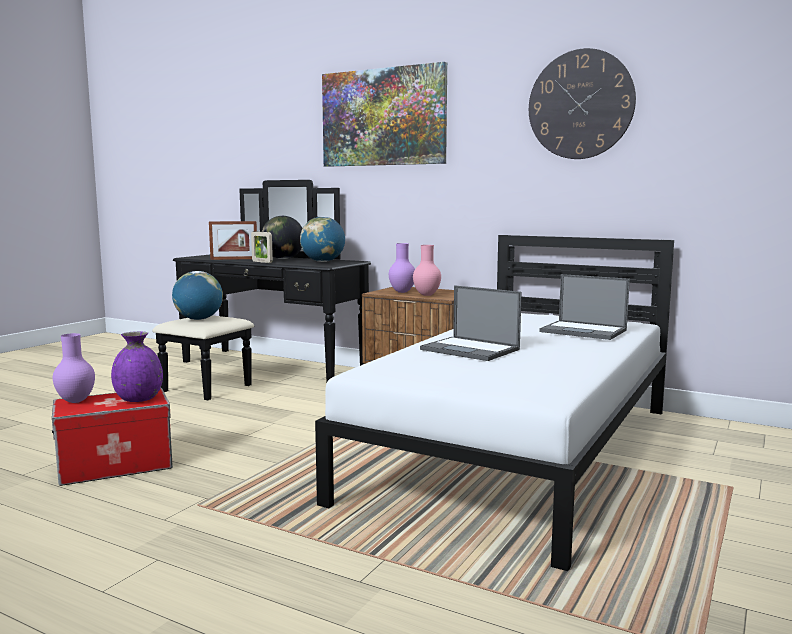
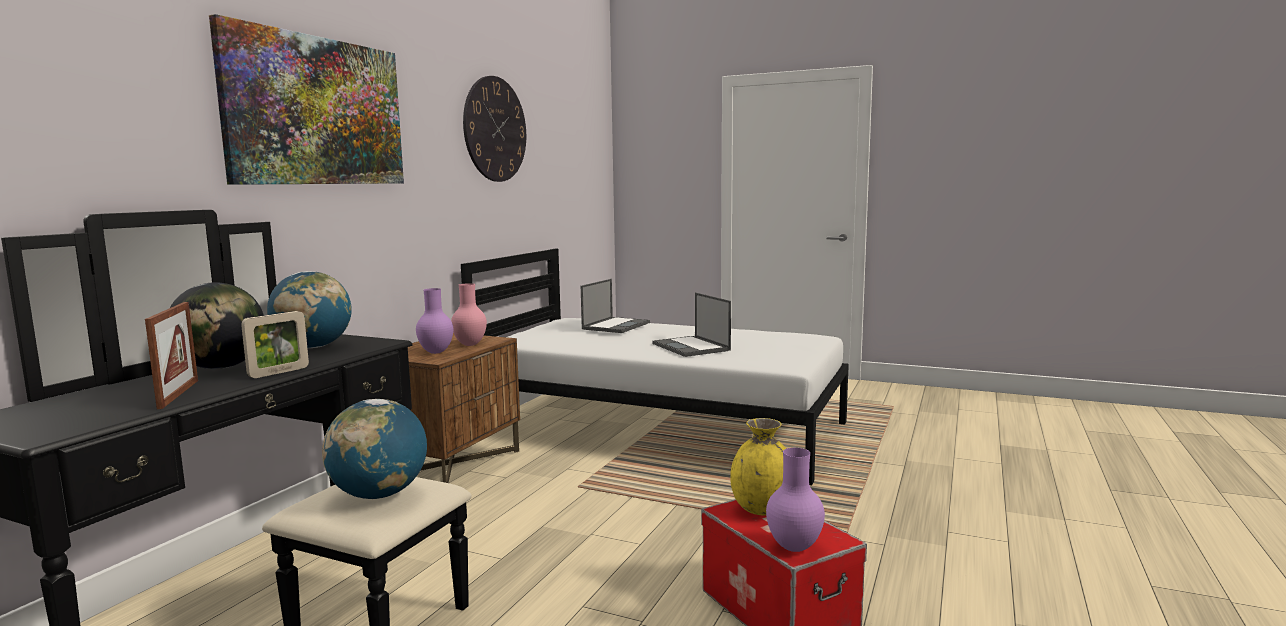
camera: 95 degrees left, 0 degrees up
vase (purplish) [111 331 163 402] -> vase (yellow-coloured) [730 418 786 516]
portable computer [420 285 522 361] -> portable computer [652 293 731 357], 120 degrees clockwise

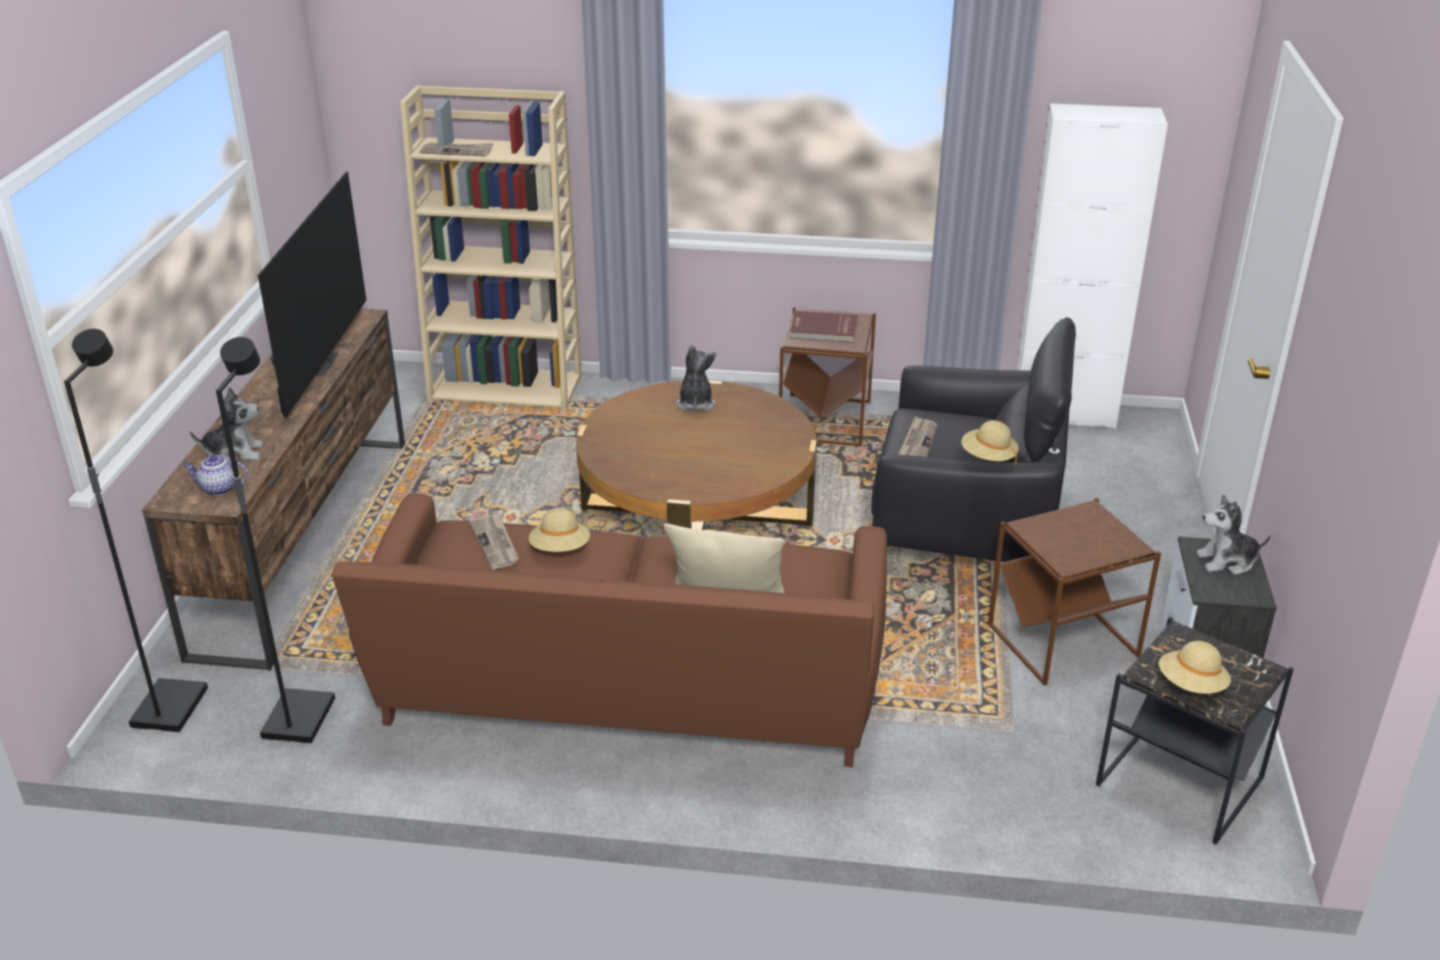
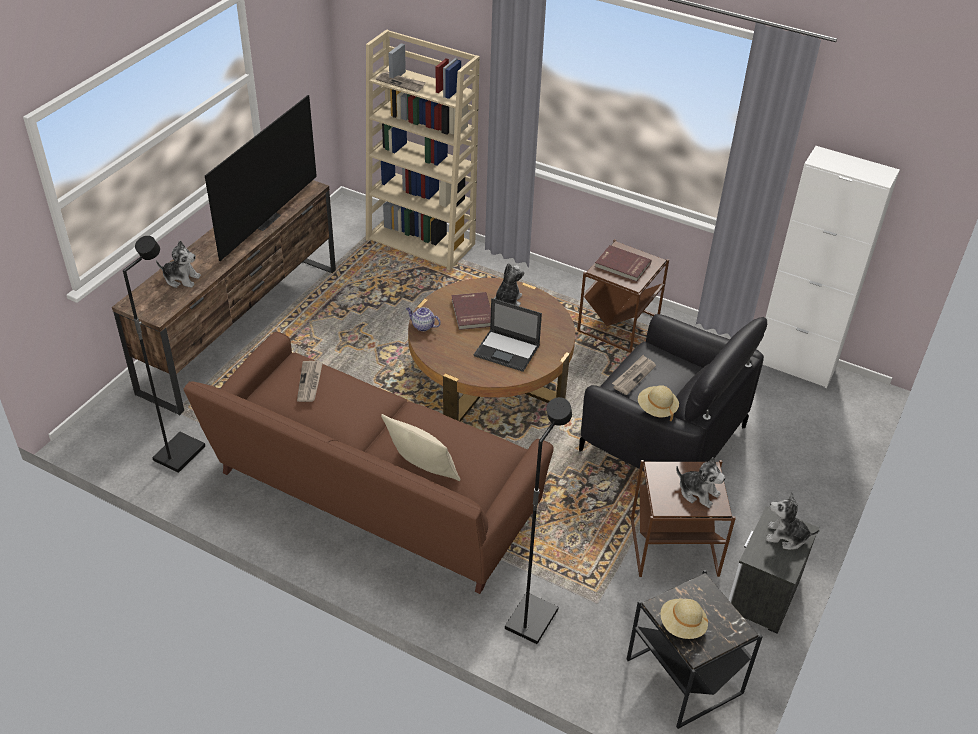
camera: 20 degrees right, 10 degrees up
wearable hat (sand-coloured) [529 508 590 552] -> none
none -> volume (red) [451 292 491 330]
none -> portable computer [474 298 542 372]
none -> cuddly toy [676 457 725 508]
floor lamp (black-coloured) [64 329 208 732] -> floor lamp (black-coloured) [505 397 572 644], relocated
tea pot [183 455 249 495] -> tea pot [406 307 441 331], relocated

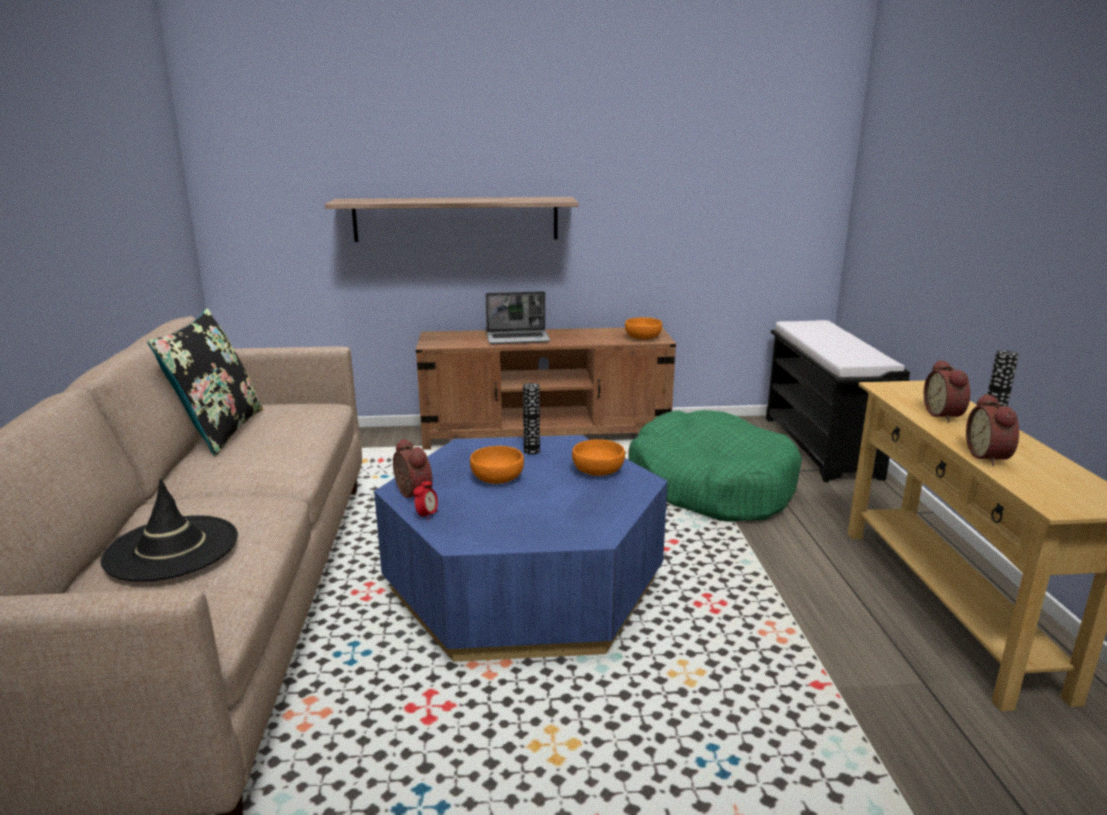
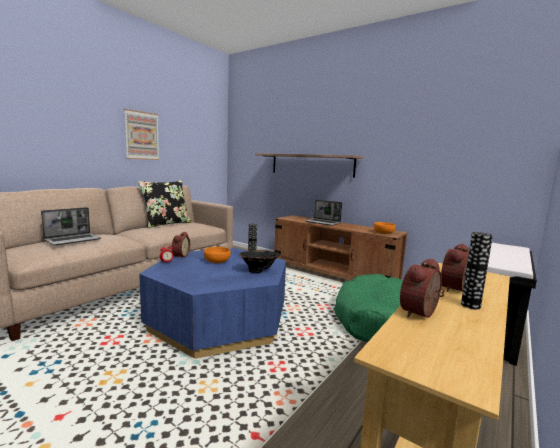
camera: 40 degrees right, 10 degrees down
none -> picture [124 109 160 160]
wearable hat (black-coloured) [101 478 238 582] -> portable computer [41 207 101 246]
deep dish (orange) [572 439 625 476] -> vase (black-coloured) [239 250 280 273]

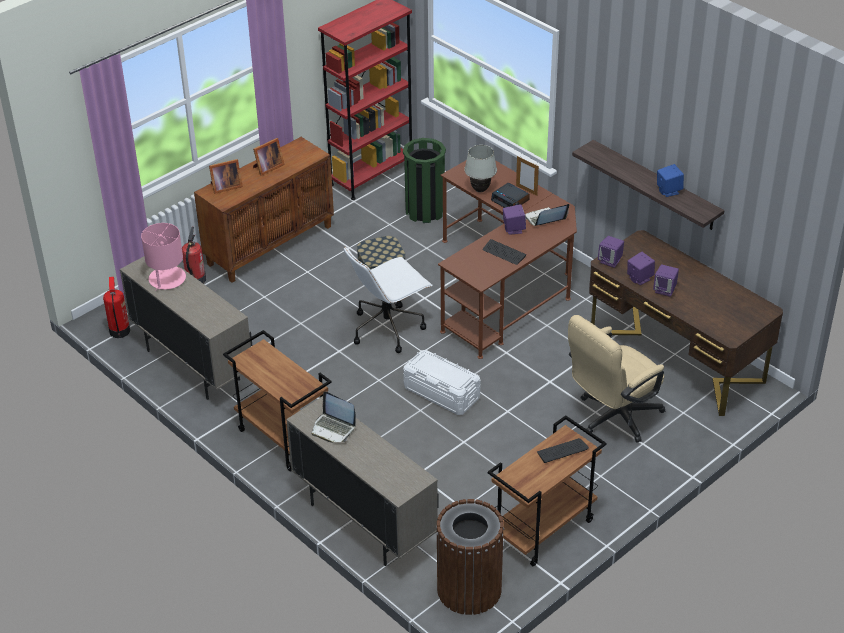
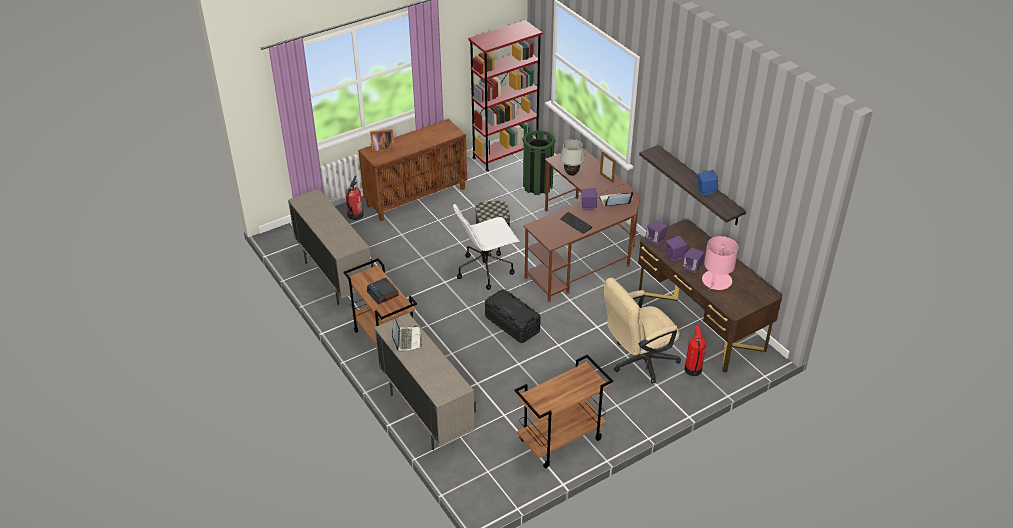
camera: 10 degrees right, 0 degrees up
standing frame [253 138 285 176] -> none
rubbish bin (brown-coloured) [436 499 504 615] -> none
keyboard [537 438 589 463] -> none
fire-fighting cylinder [103 277 130 338] -> fire-fighting cylinder [685 326 706 376], relocated
table lamp (pinkish) [141 223 186 291] -> table lamp (pinkish) [702 236 738 290], relocated
bedside clock [491 183 530 208] -> bedside clock [367 278 399 305], relocated
storage box (whitish) [403 350 480 415] -> storage box (black-coloured) [485 290 541 343]
portable computer [312 391 355 443] -> portable computer [392 317 422 351], 135 degrees counterclockwise

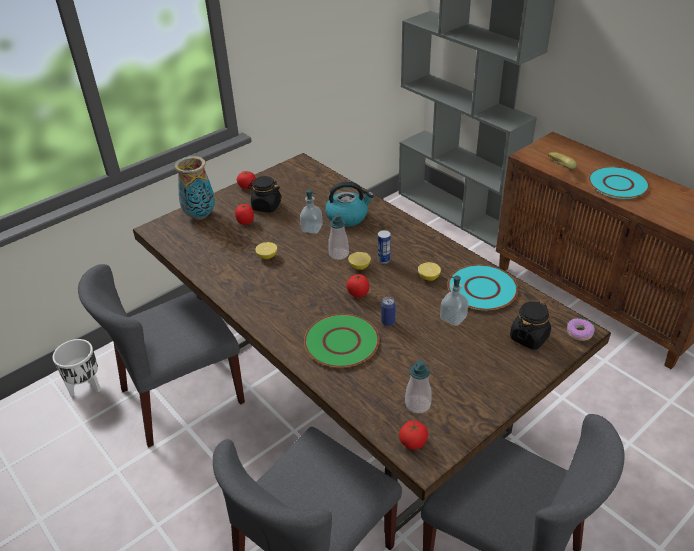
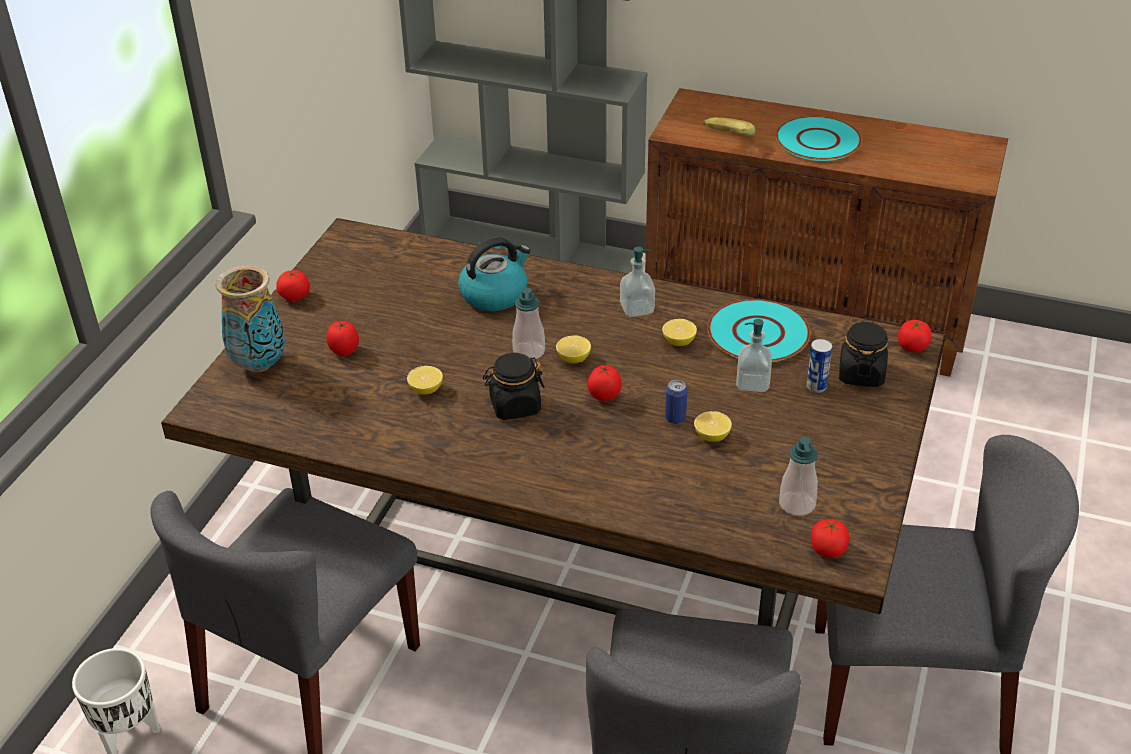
camera: 30 degrees left, 0 degrees up
dinner plate (green) [304 314 379 368] -> none
none -> citrus fruit [694 411 732 442]
storage jar (black-coloured) [248 176 282 212] -> storage jar (black-coloured) [483 353 545 420], relocated
soap dispenser [300 189 323 234] -> soap dispenser [620 247 655 317], relocated
metal can [378 230 391 264] -> metal can [806 339 832 393], relocated
ring doughnut [567 318 595 341] -> tomato [898 320 931 352]

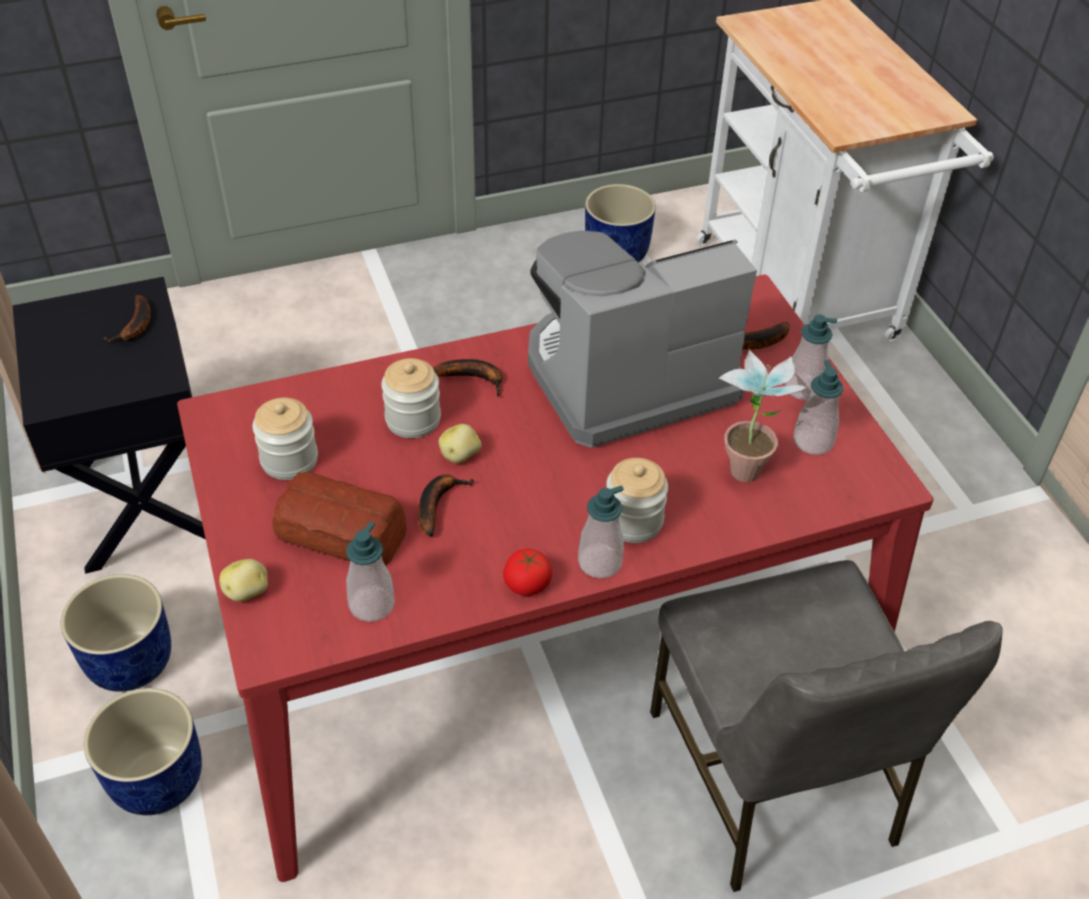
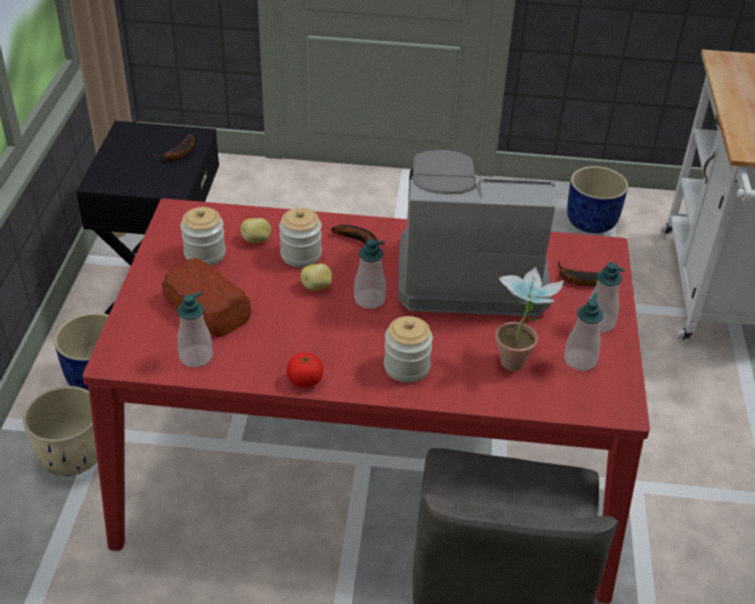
camera: 25 degrees right, 5 degrees down
whole banana [418 474 475 536] -> none
whole potato [219 559 268 602] -> whole potato [240 218 271 243], relocated
soap dispenser [578 486 624 578] -> soap dispenser [354 239 386 309], relocated
planter (blue) [84 688 202 815] -> planter (sand-coloured) [23 386 97 476]

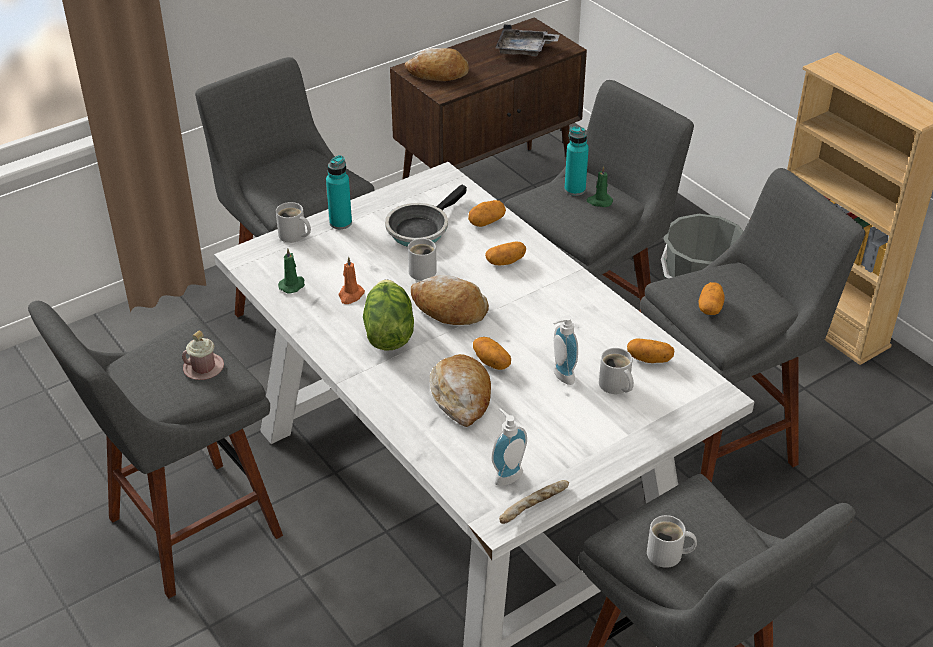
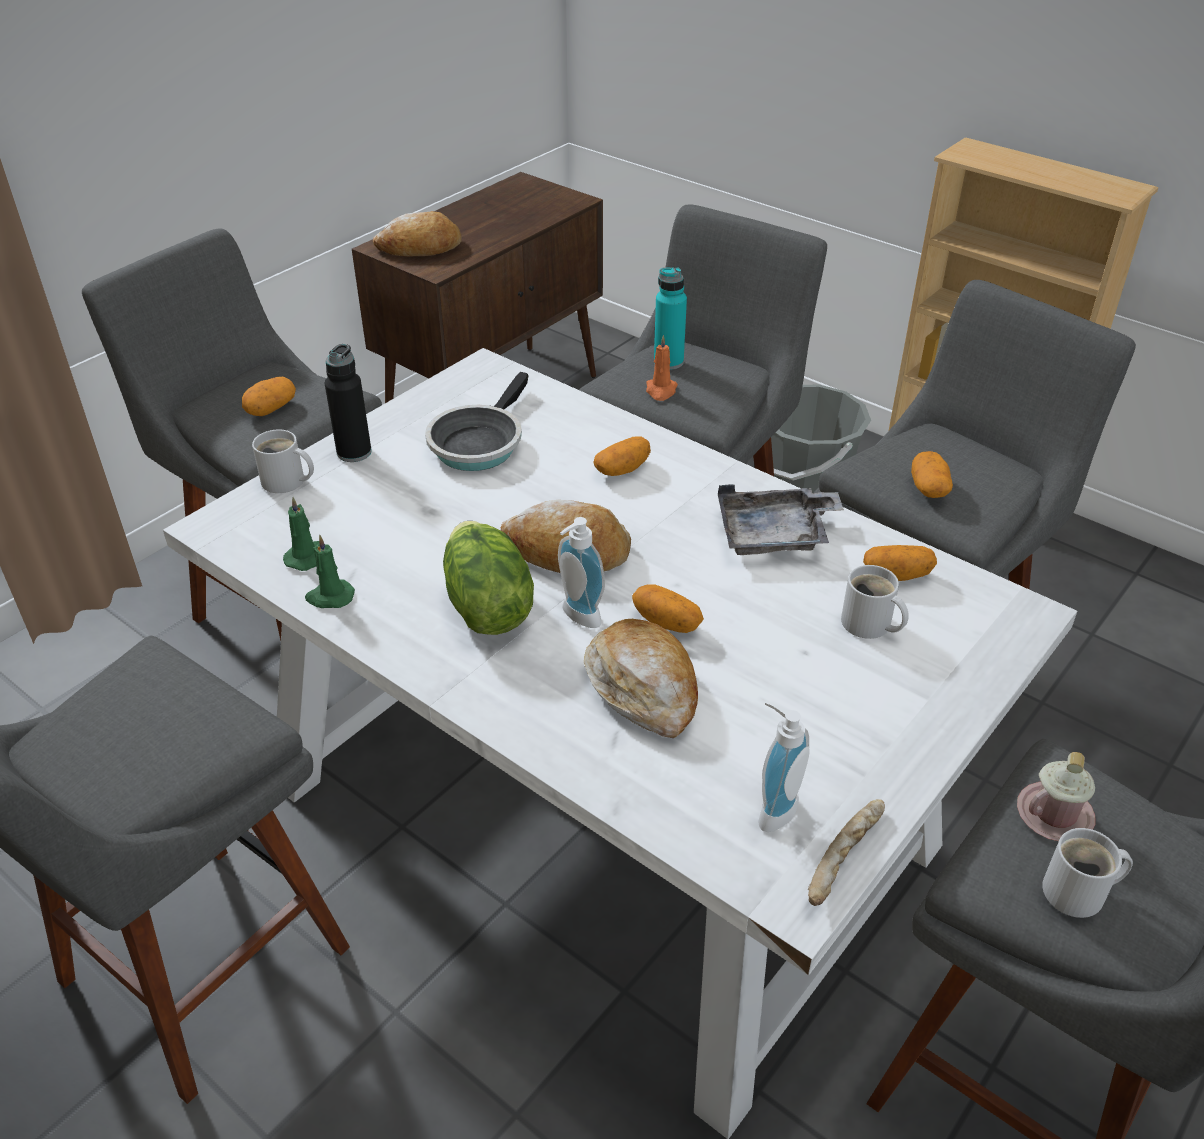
camera: 15 degrees left, 0 degrees up
tea mug (whitish) [408 238 437 280] -> none
tea mug (pinkish) [182 331 224 380] -> tea mug (pinkish) [1017 752 1095 841], relocated
wax candle (orange) [339 257 365 304] -> wax candle (orange) [646 335 678 401], relocated
whole potato [468 200 506 227] -> whole potato [242 377 296 416], relocated
tray (gray) [496 24 559 57] -> tray (gray) [718 484 844 555], relocated
soap dispenser [553 315 578 385] -> soap dispenser [558 517 605 628], relocated
wax candle (green) [586 166 613 207] -> wax candle (green) [305 534 355 608], relocated
beverage bottle (turquoise) [326 155 352 229] -> beverage bottle (black-coloured) [325 344 372 462]

